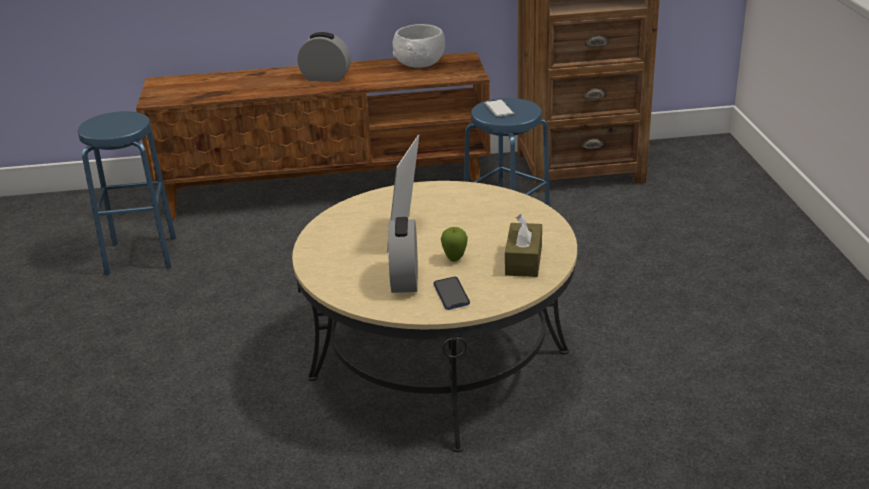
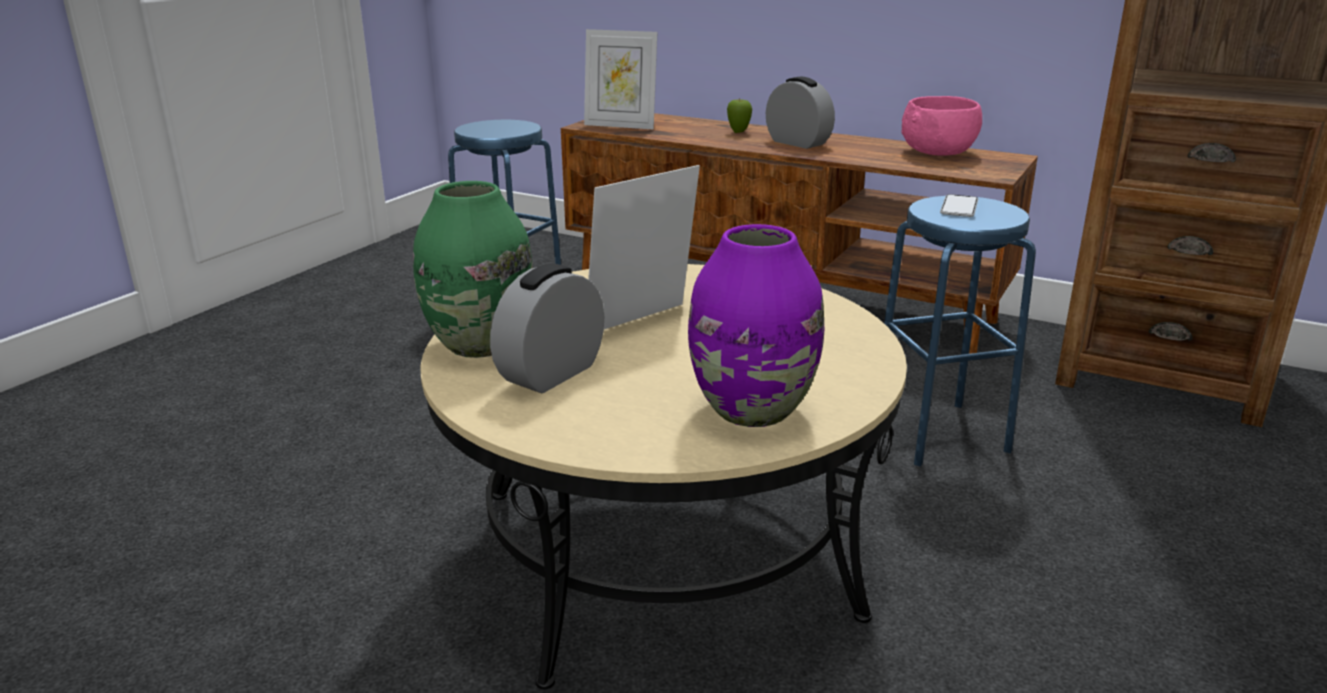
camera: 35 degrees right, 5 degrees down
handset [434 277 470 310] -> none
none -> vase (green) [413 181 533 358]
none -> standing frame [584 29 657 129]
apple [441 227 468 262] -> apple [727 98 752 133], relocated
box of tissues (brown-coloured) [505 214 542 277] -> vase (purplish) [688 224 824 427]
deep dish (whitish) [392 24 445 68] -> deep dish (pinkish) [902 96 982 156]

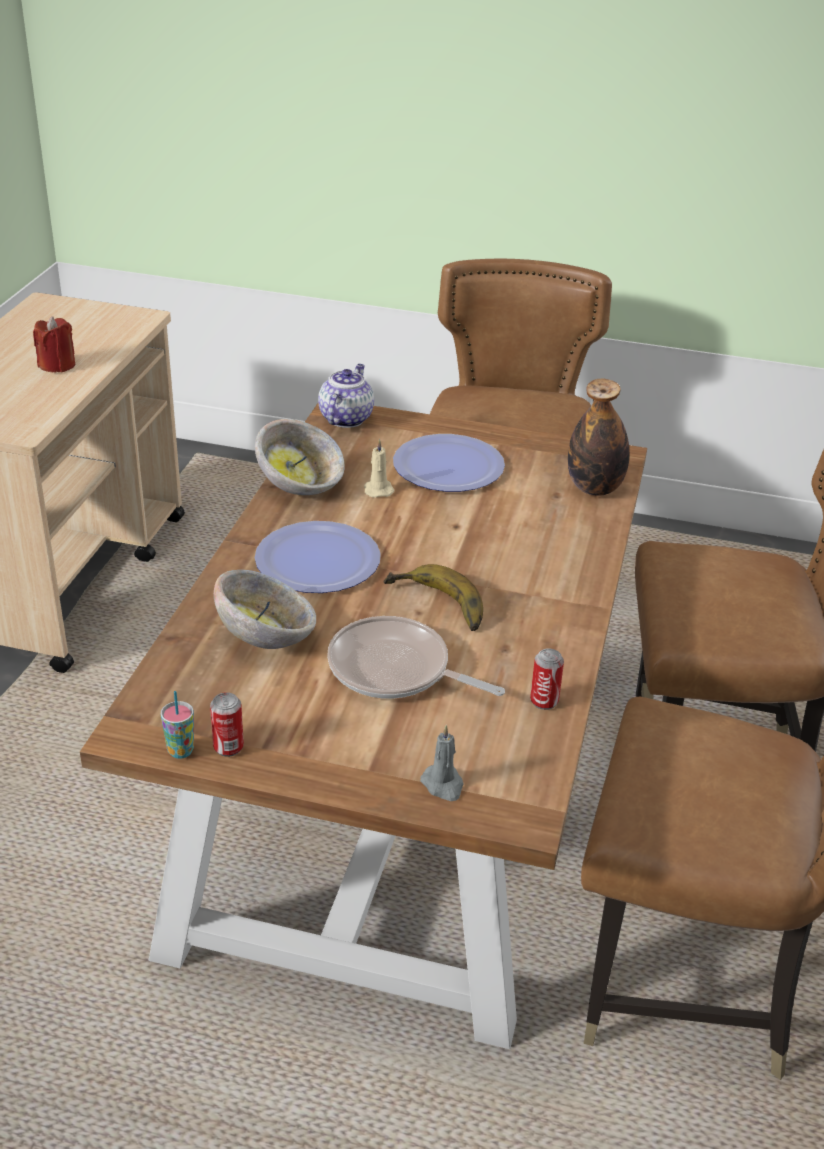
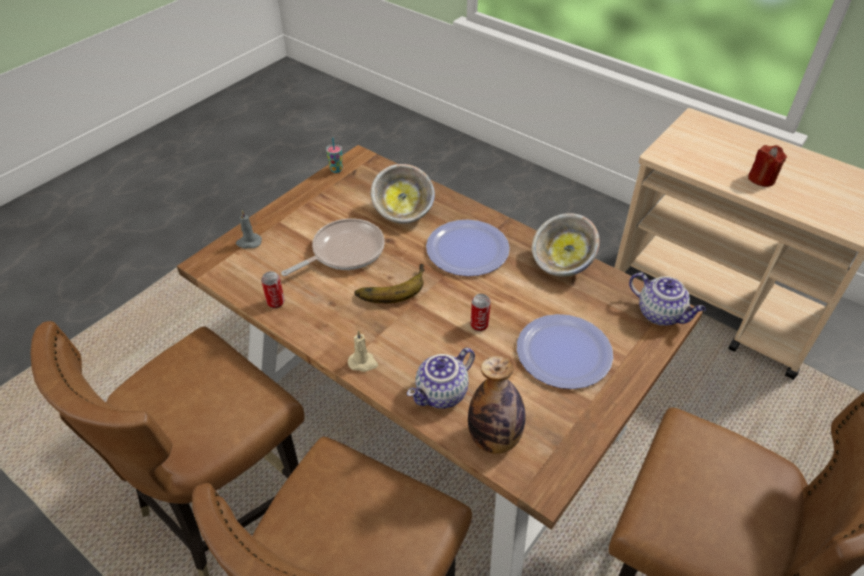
camera: 115 degrees right, 10 degrees up
none -> tea pot [407 348 475 409]
metal can [210 692 244 757] -> metal can [470 294 491 331], relocated
wax candle (sand-coloured) [364 439 394 498] -> wax candle (sand-coloured) [348 330 378 372], relocated

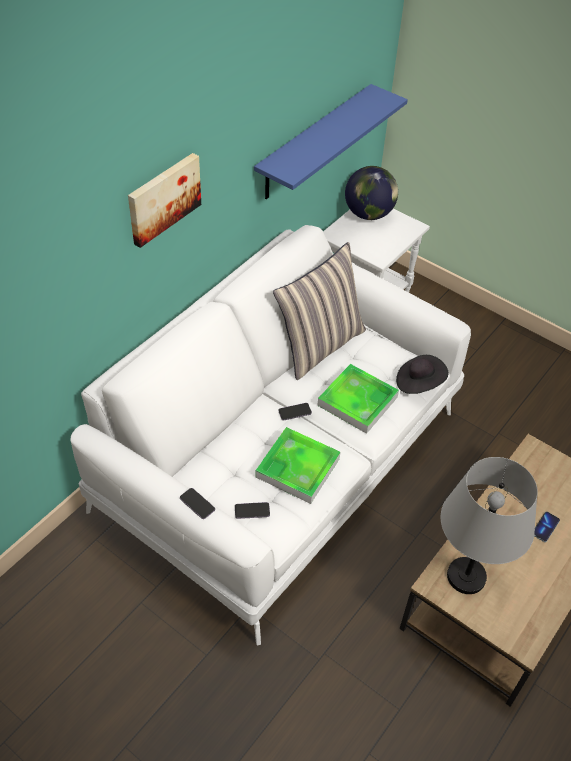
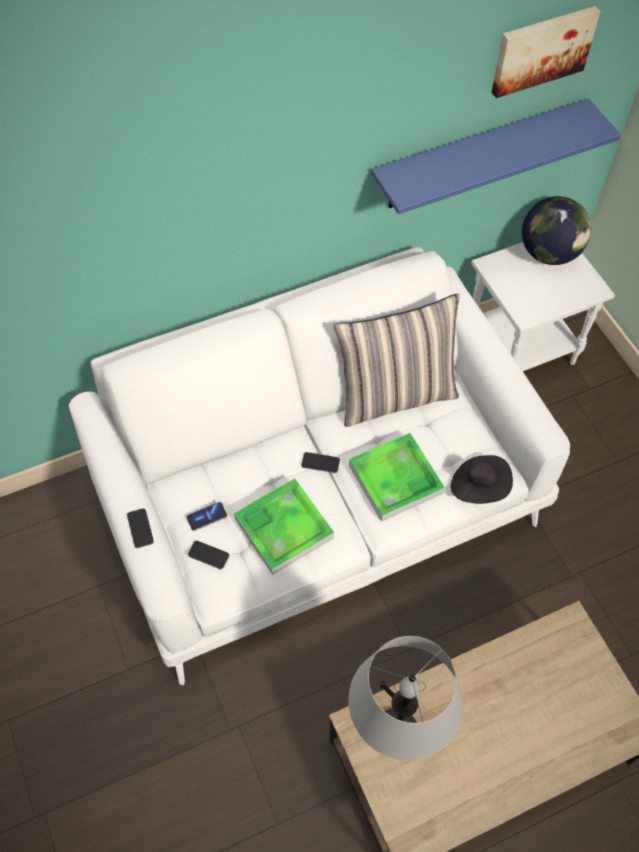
camera: 30 degrees right, 10 degrees up
picture [128 153 201 248] -> picture [491 6 601 98], relocated
handset [534 512 560 542] -> handset [186 502 227 531], relocated

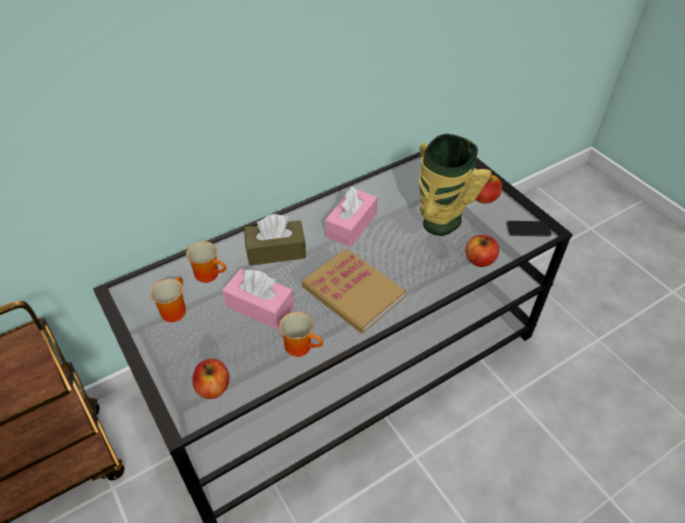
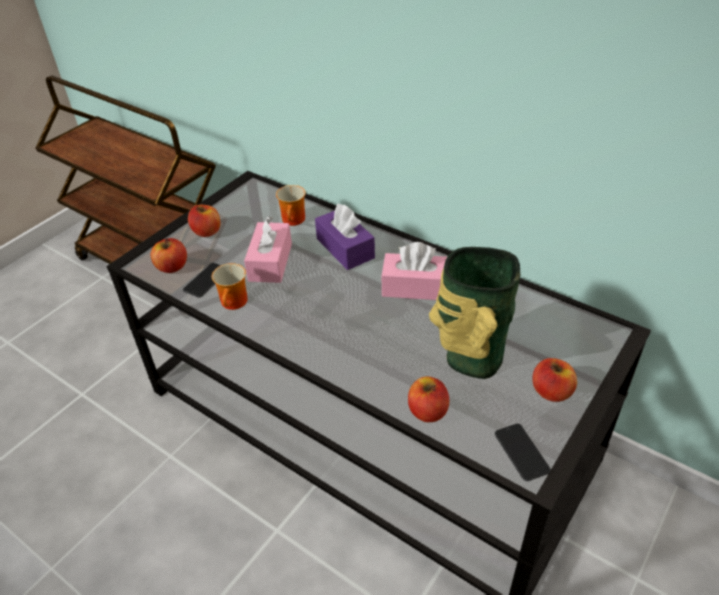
camera: 70 degrees right, 5 degrees down
tea mug [150 277 186 322] -> none
volume [302 248 406 334] -> none
none -> handset [183 263 221 298]
none -> apple [188 205 220 237]
box of tissues (brown-coloured) [244 214 306 266] -> box of tissues (purplish) [315 204 375 270]

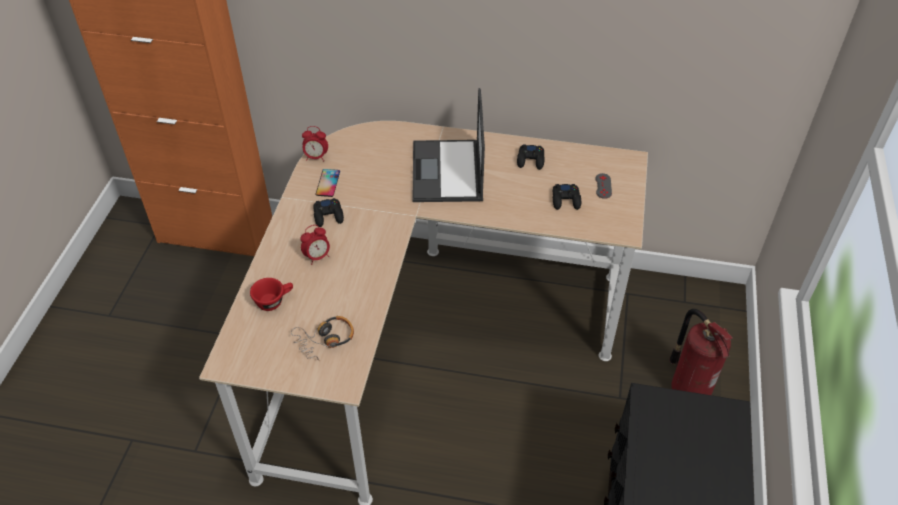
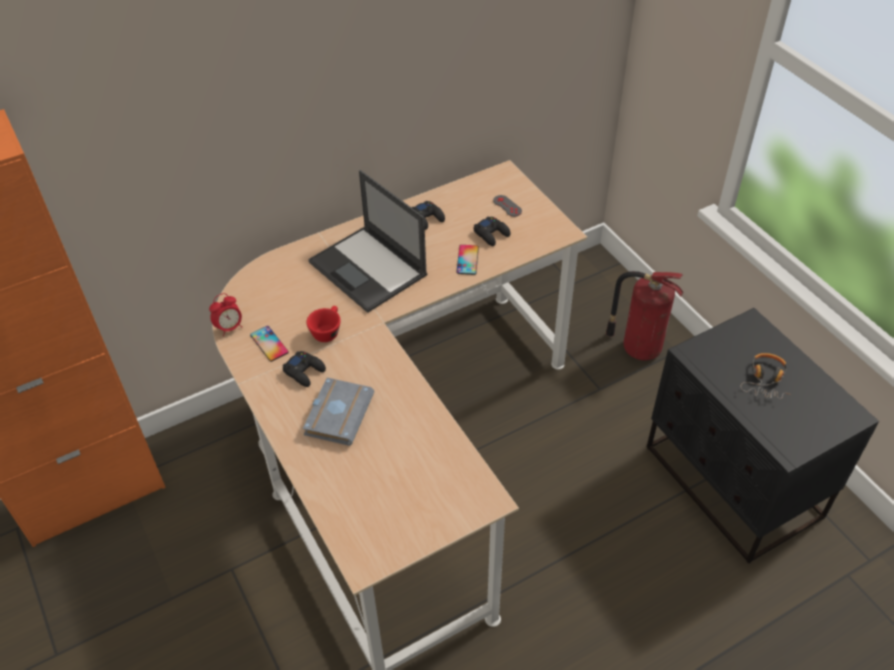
camera: 40 degrees left, 0 degrees up
none -> handset [456 245 479 275]
small cup (red) [250 278 293 311] -> small cup (red) [306 306 341 342], relocated
pair of headphones [291 316 354 361] -> pair of headphones [740 353 792 399], relocated
bedside clock [300 225 330 265] -> volume (gray) [303 378 374 446]

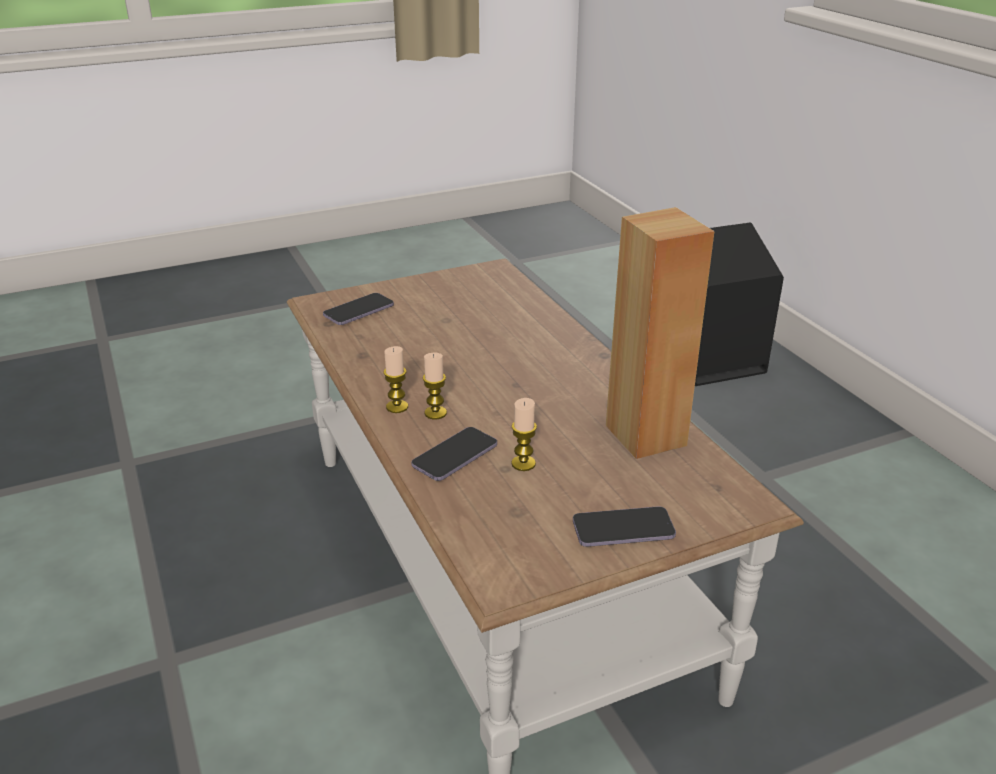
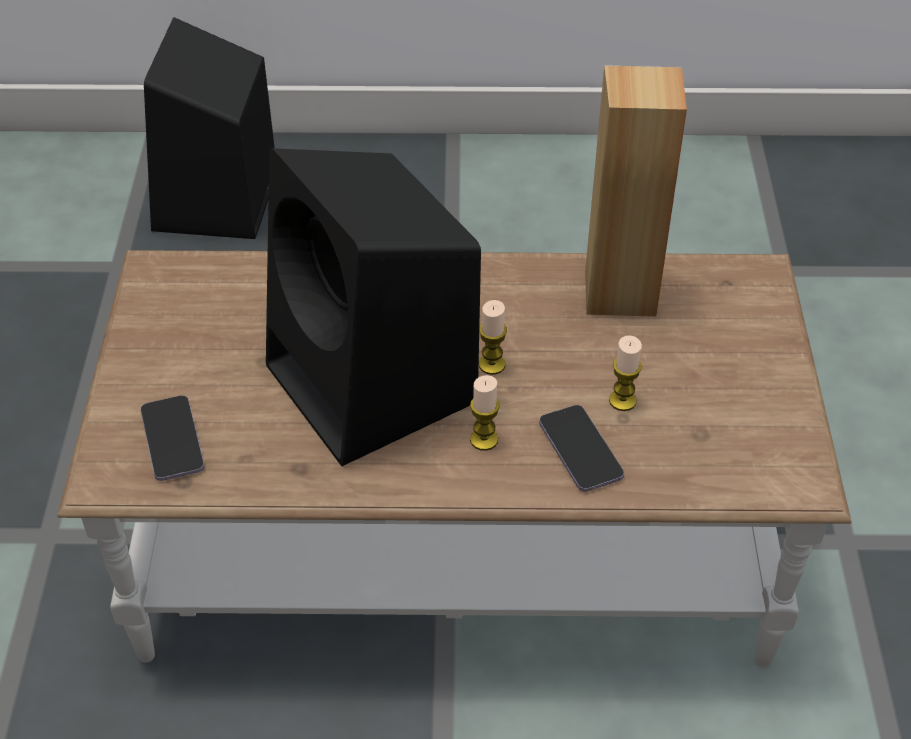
camera: 65 degrees left, 15 degrees up
handset [573 506 676 547] -> none
none -> loudspeaker (black-coloured) [266 148 481 466]
wax candle [383 346 408 413] -> wax candle [479 300 507 375], relocated

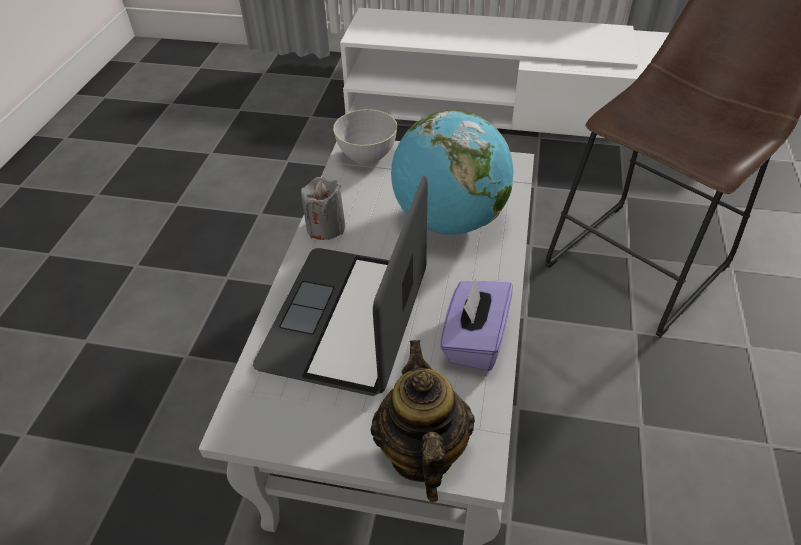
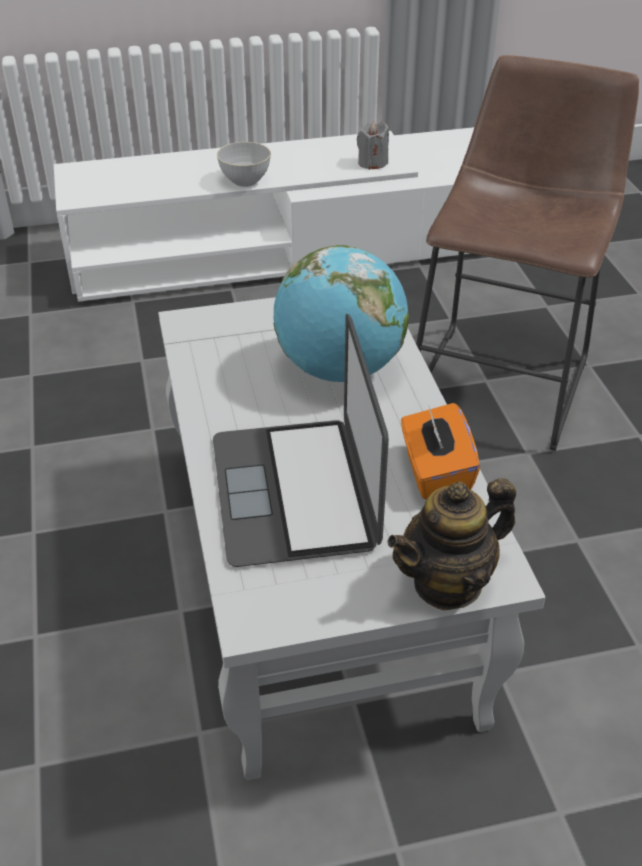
camera: 25 degrees left, 5 degrees down
wax candle (gray) [301 177 346 240] -> wax candle (gray) [357 121 389 170], relocated
deep dish (gray) [333 109 397 165] -> deep dish (gray) [217 142 271 187], relocated
box of tissues (purplish) [440 279 513 371] -> box of tissues (orange) [401 403 480 499]
tea pot [371 340 475 502] -> tea pot [387 478 516 610], 90 degrees counterclockwise

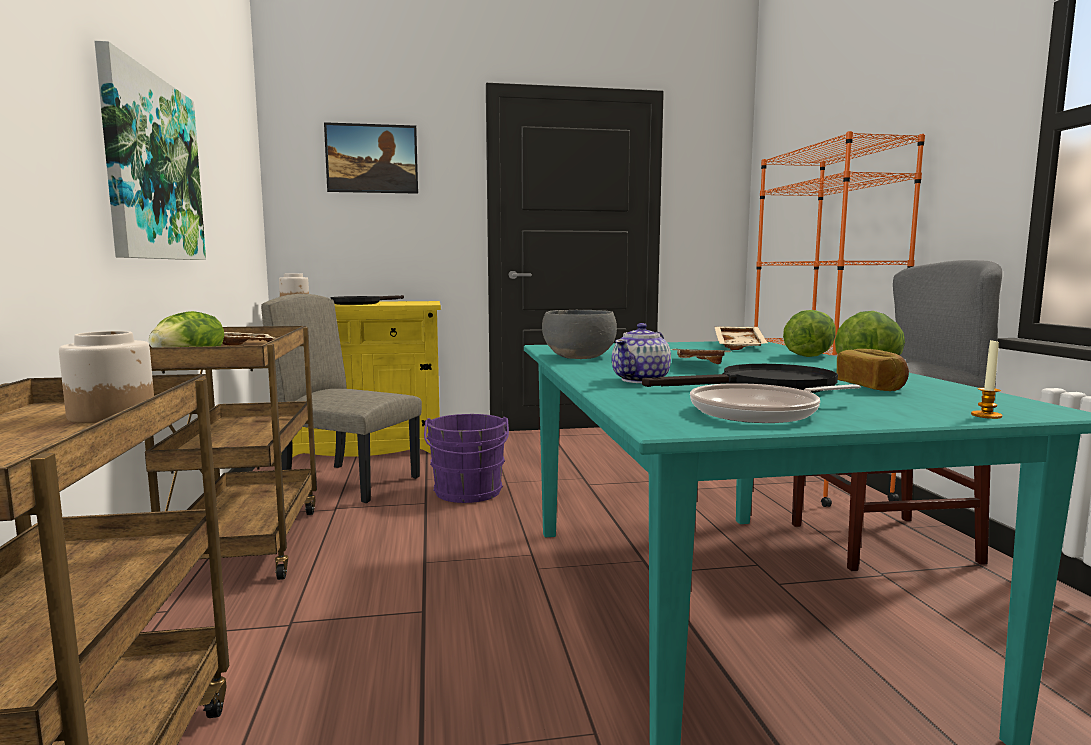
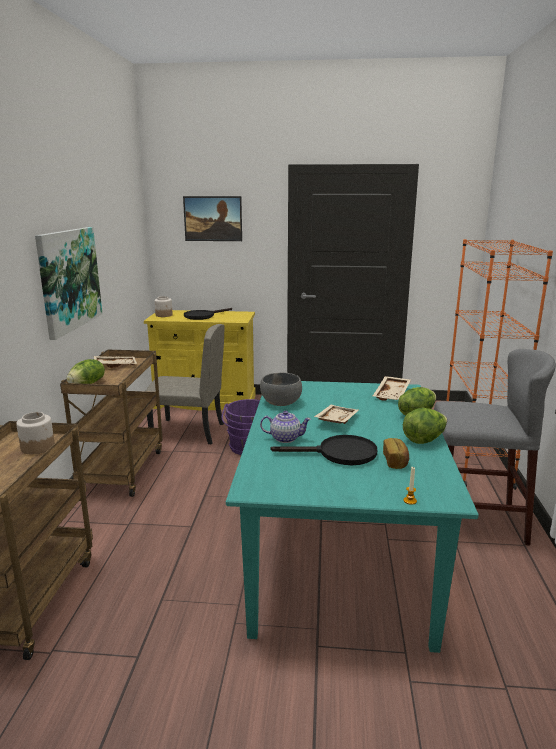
camera: 15 degrees right, 10 degrees up
frying pan [690 383 861 423] -> none
upright chair (sand-coloured) [261 294 422 503] -> upright chair (sand-coloured) [146 324 224 444], 150 degrees clockwise
tea pot [612 323 671 383] -> tea pot [260 411 311 443], 135 degrees counterclockwise

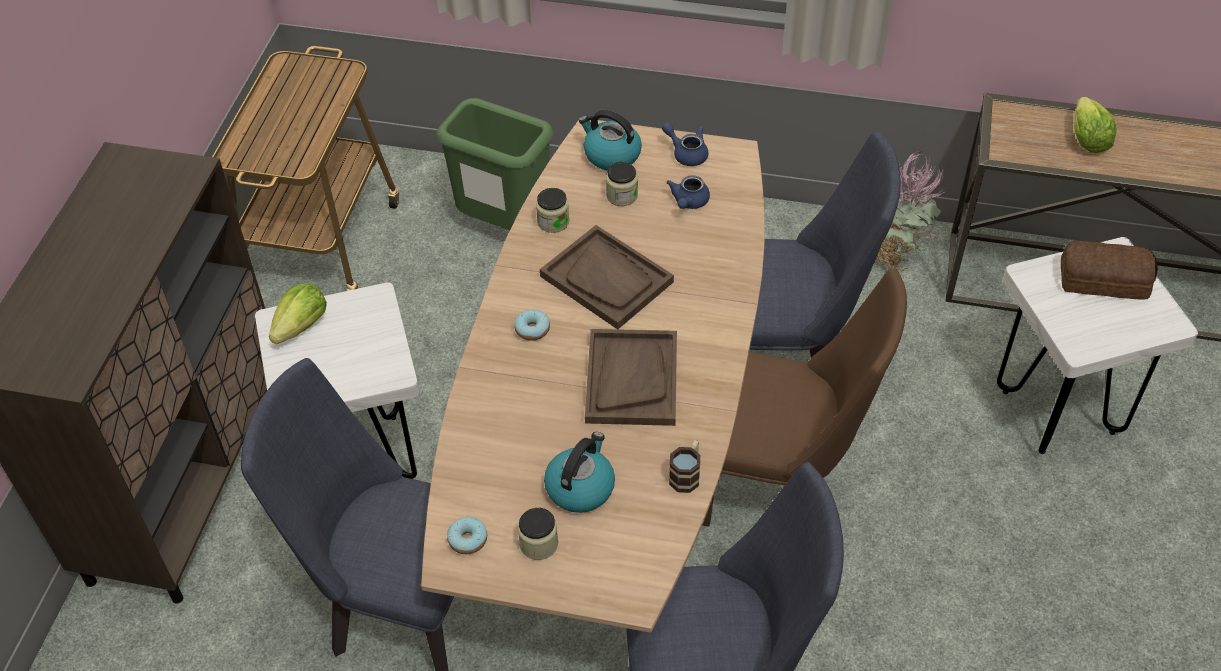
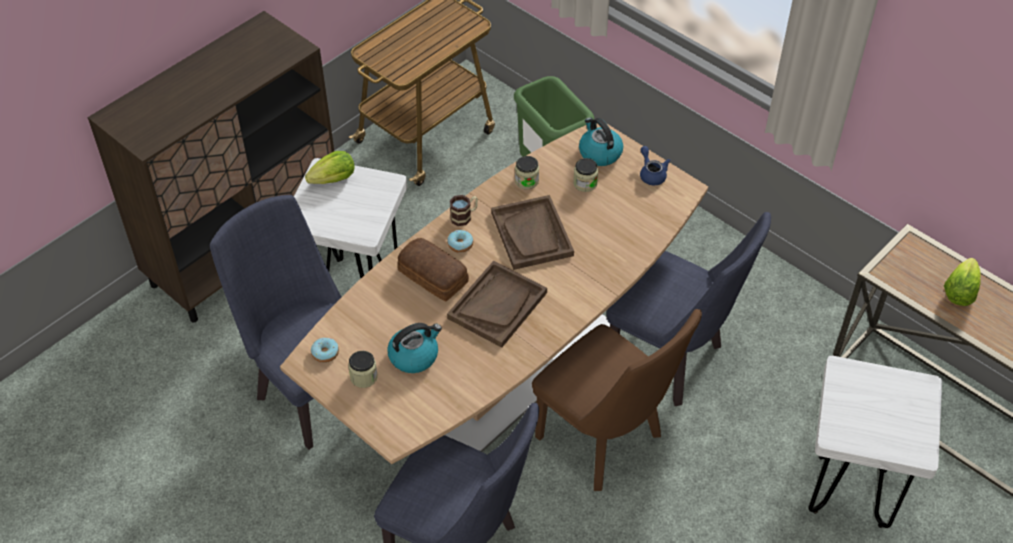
camera: 30 degrees right, 0 degrees up
tea pot (blue) [666 175 710 209] -> none
plant in a pot [877 151 945 271] -> none
tea mug [669 440 700 493] -> tea mug [450 195 478 226], relocated
baked bread [1061 241 1158 300] -> baked bread [397 238 469 301], relocated

